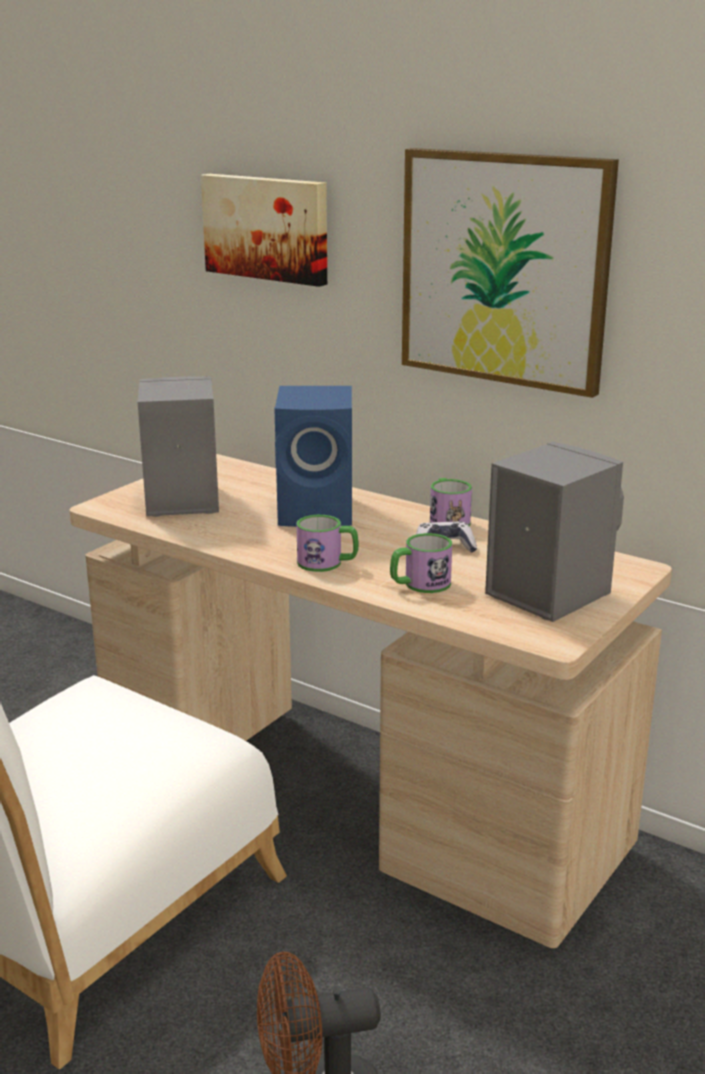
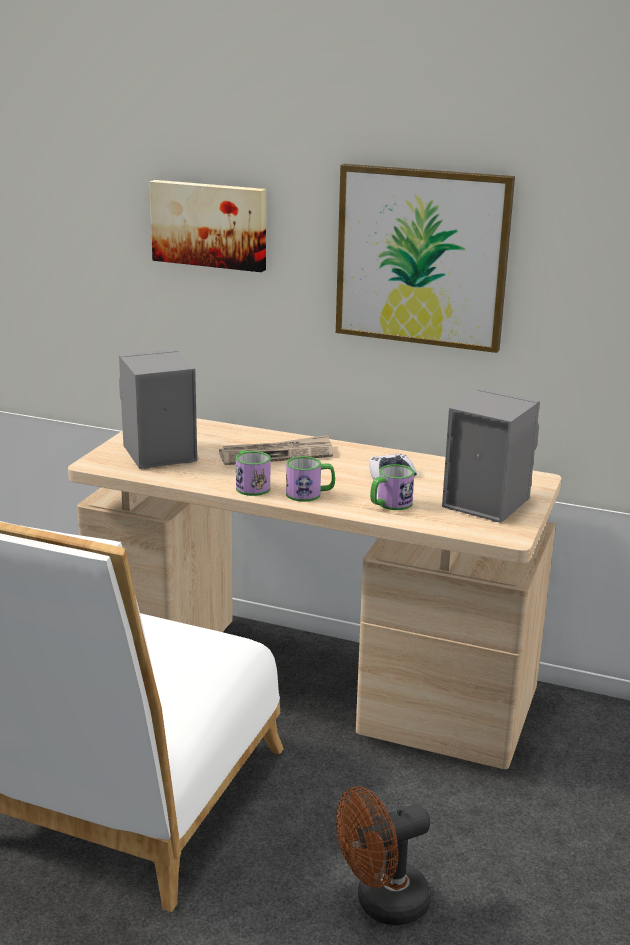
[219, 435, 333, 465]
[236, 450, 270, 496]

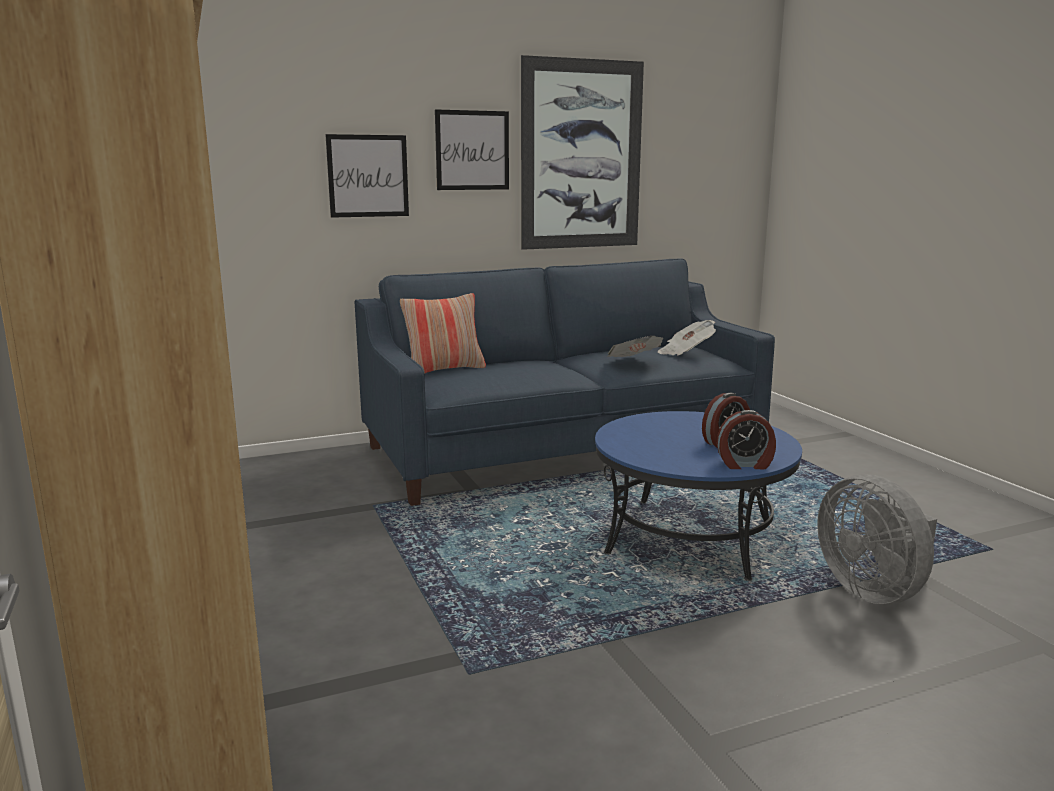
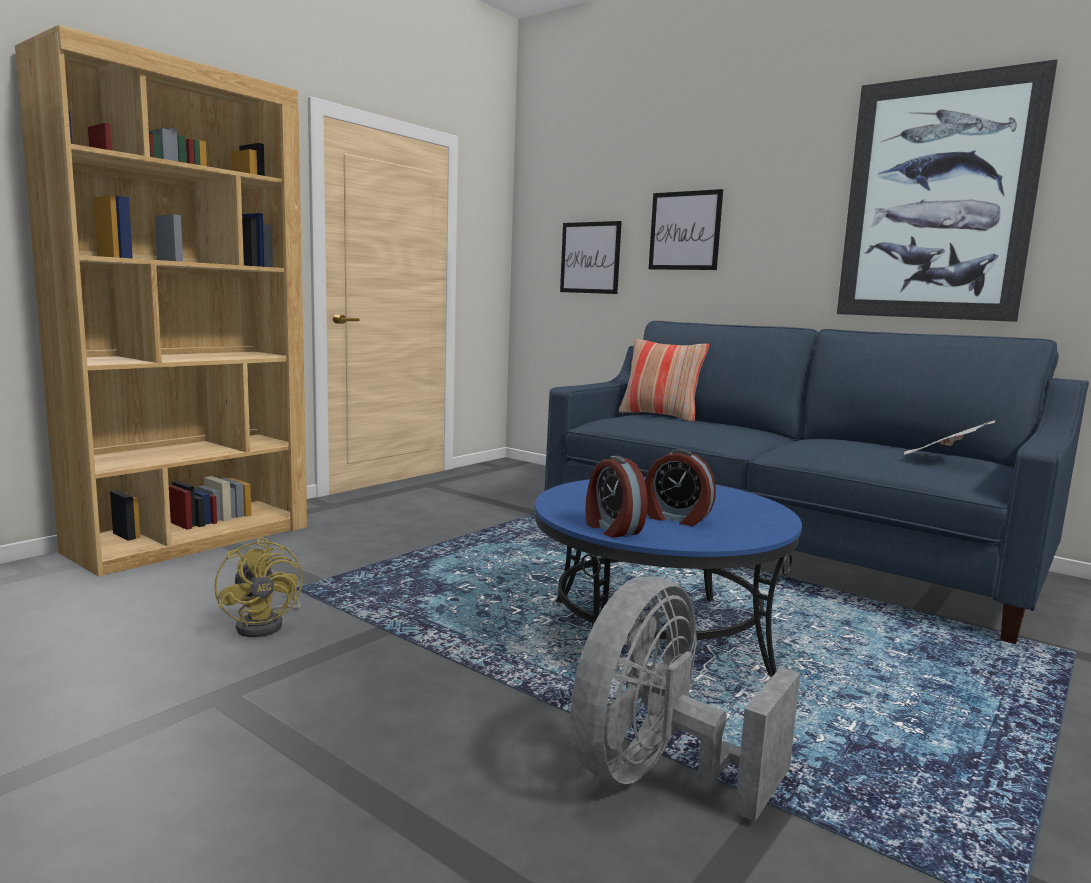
[560, 221, 622, 294]
[608, 336, 664, 357] (first image)
[214, 538, 303, 637]

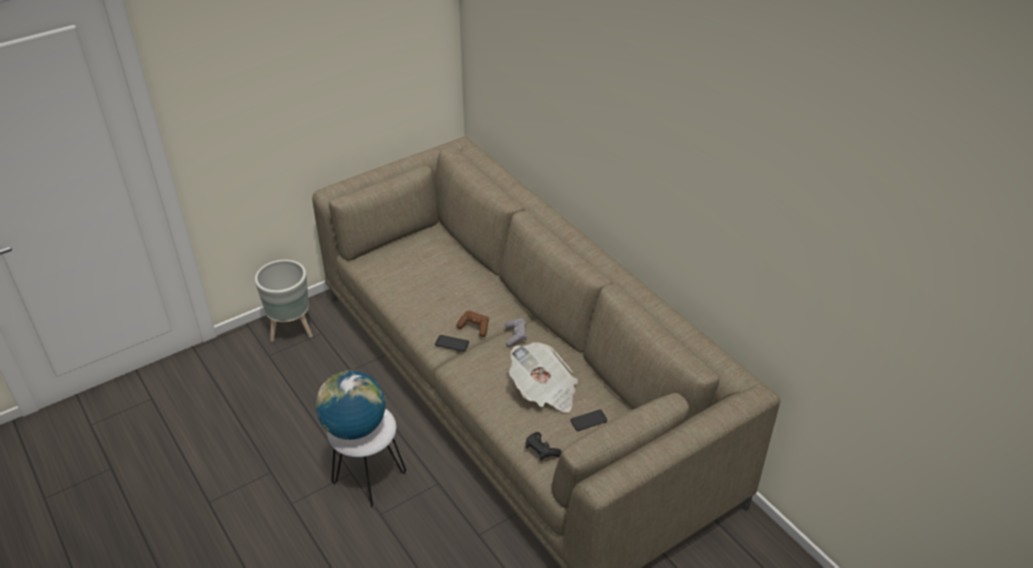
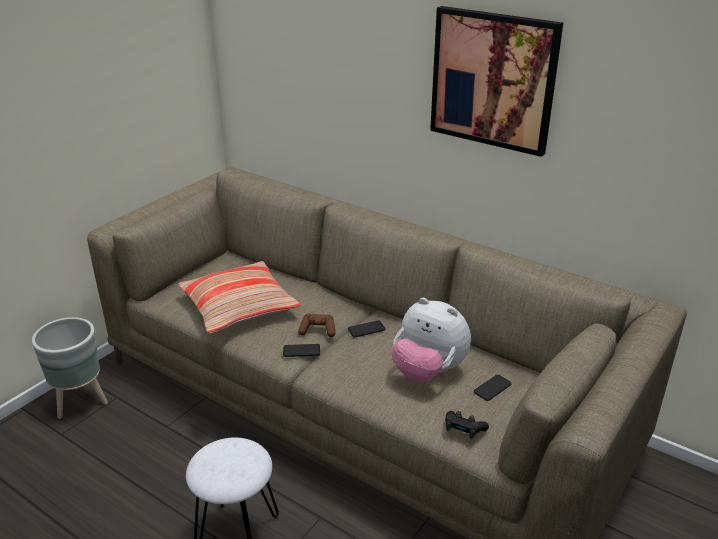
[316, 370, 386, 440] (first image)
[348, 320, 385, 337]
[391, 298, 471, 382]
[178, 261, 301, 334]
[430, 6, 563, 157]

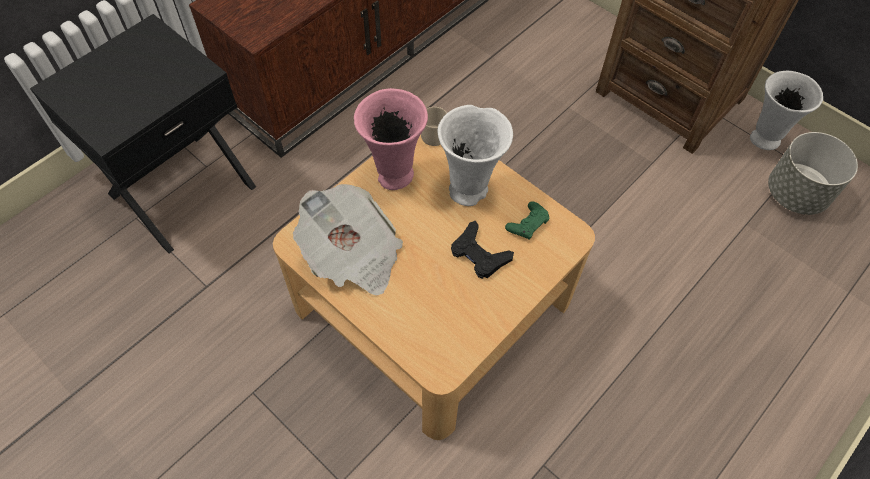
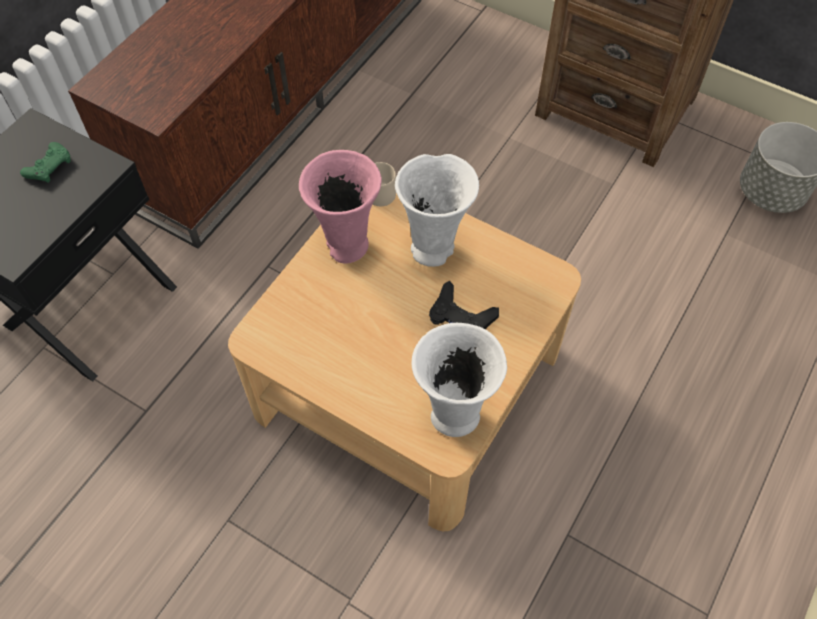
[293, 184, 403, 296] (first image)
[20, 142, 71, 183]
[412, 323, 507, 437]

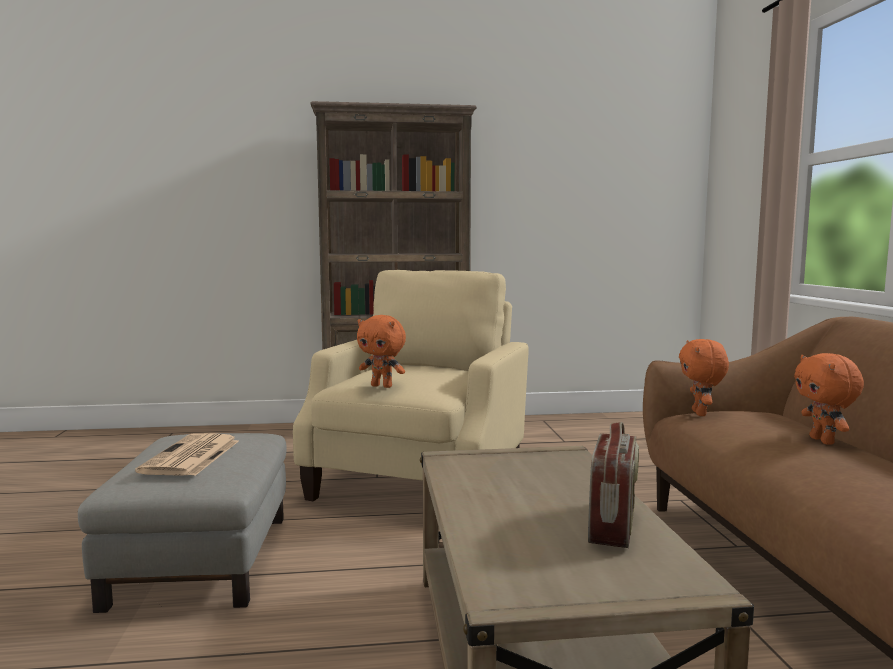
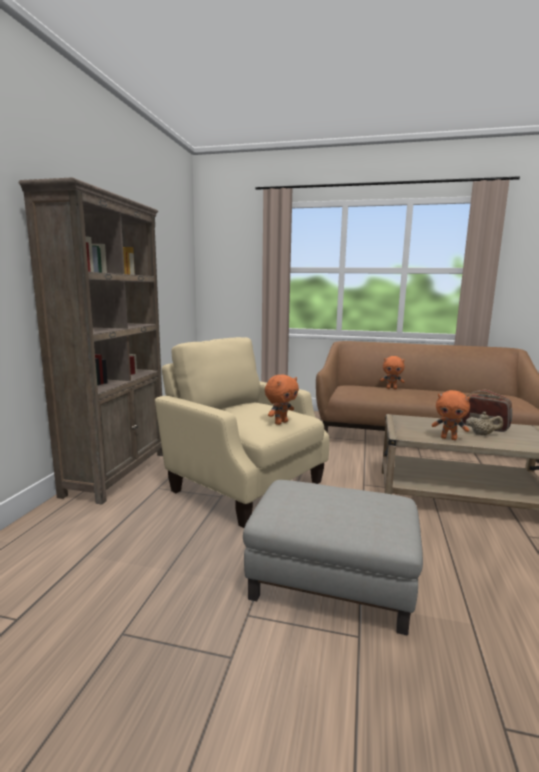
[135, 433, 239, 476] (first image)
[432, 390, 470, 440]
[466, 412, 503, 435]

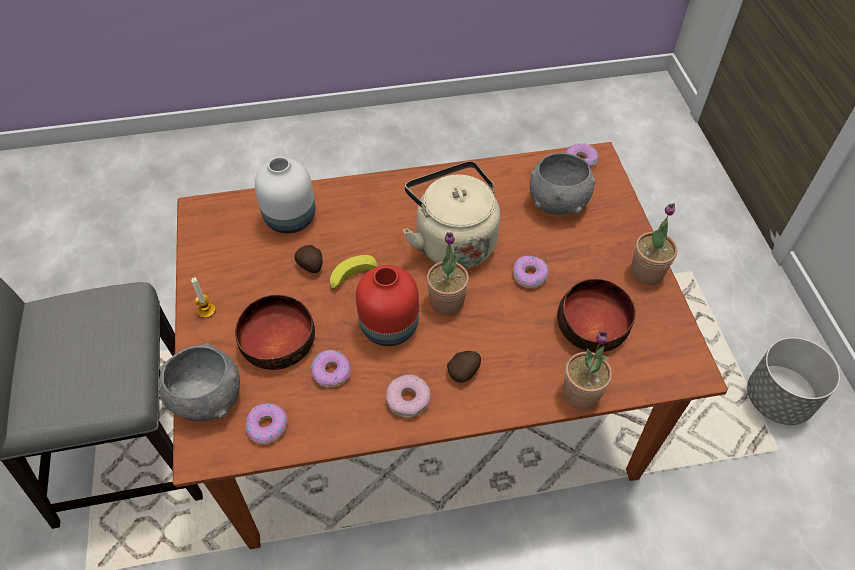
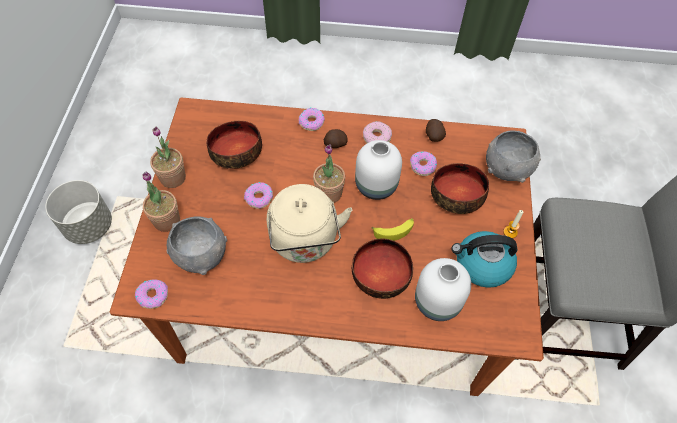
[299, 107, 325, 131]
[426, 119, 446, 142]
[355, 140, 402, 200]
[143, 171, 180, 232]
[352, 239, 413, 299]
[451, 231, 517, 288]

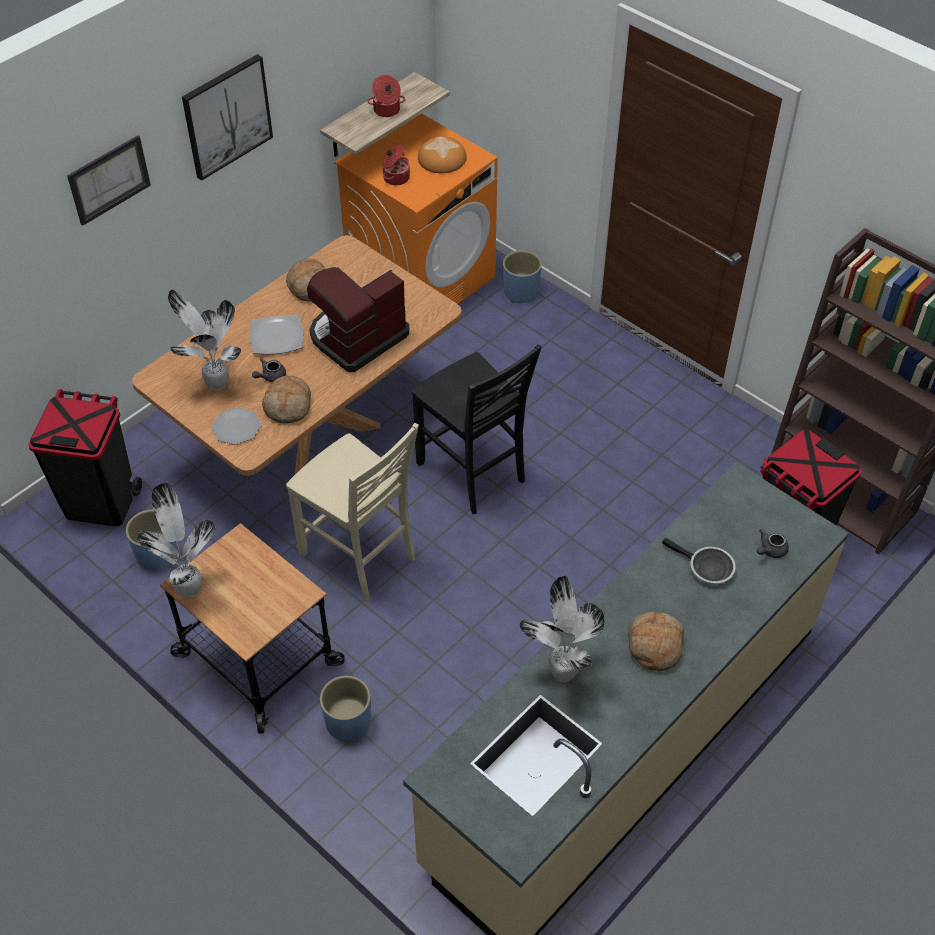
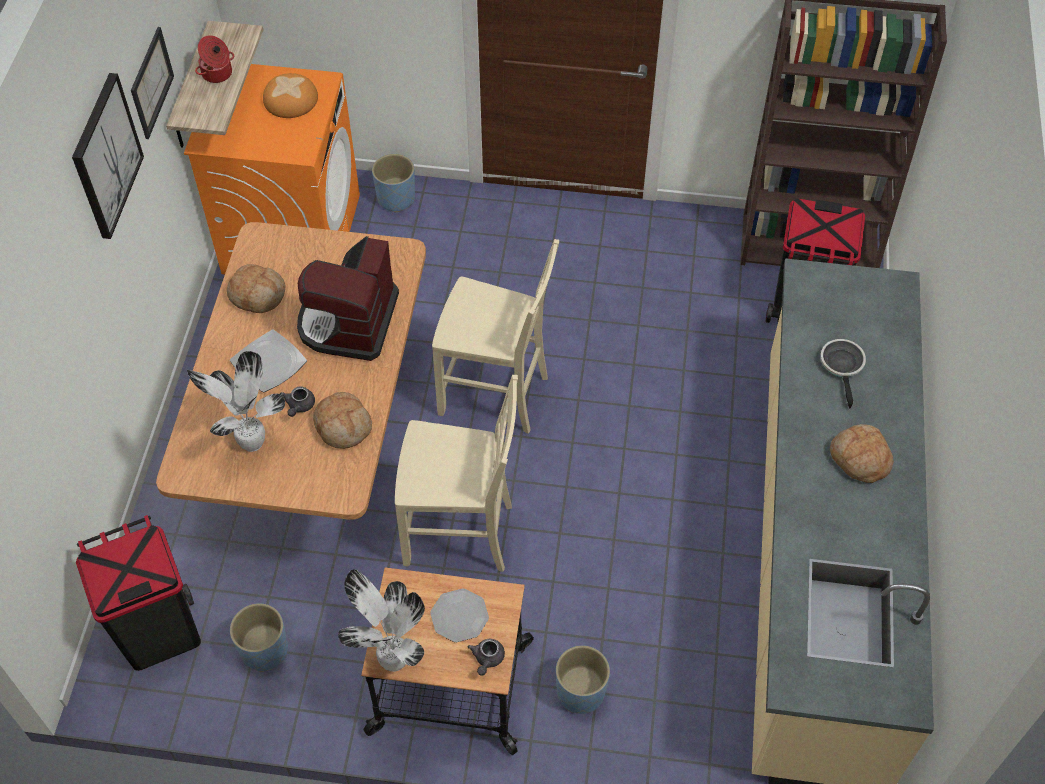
[131, 27, 174, 139]
[430, 588, 489, 642]
[383, 145, 410, 185] (first image)
[432, 239, 559, 434]
[520, 576, 605, 682] (first image)
[820, 339, 866, 408]
[468, 639, 505, 676]

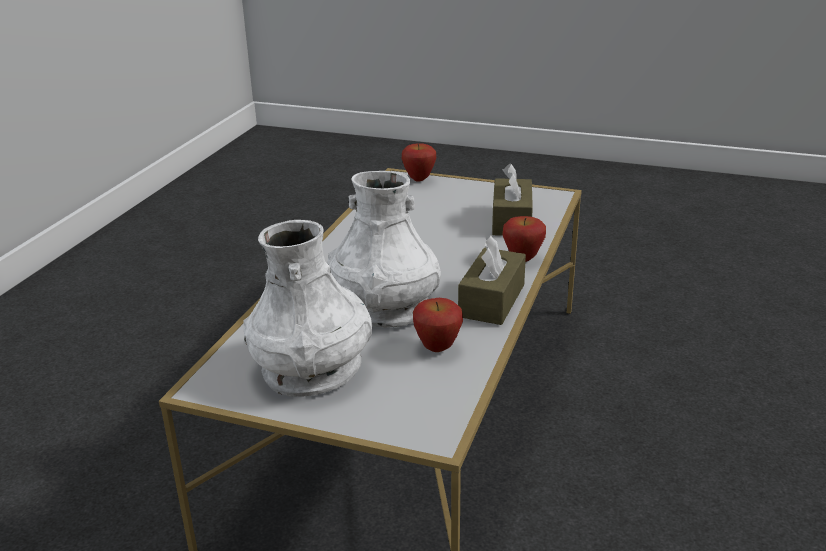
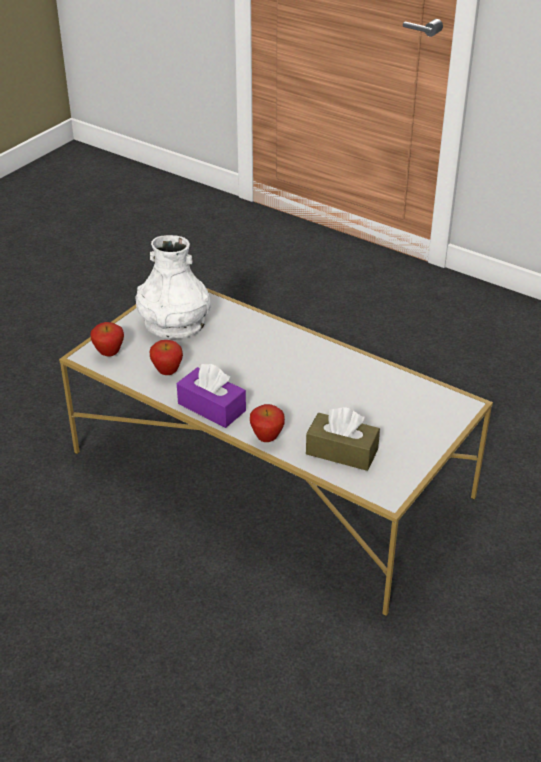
[328, 171, 441, 328] (first image)
[91, 322, 124, 357]
[177, 364, 246, 428]

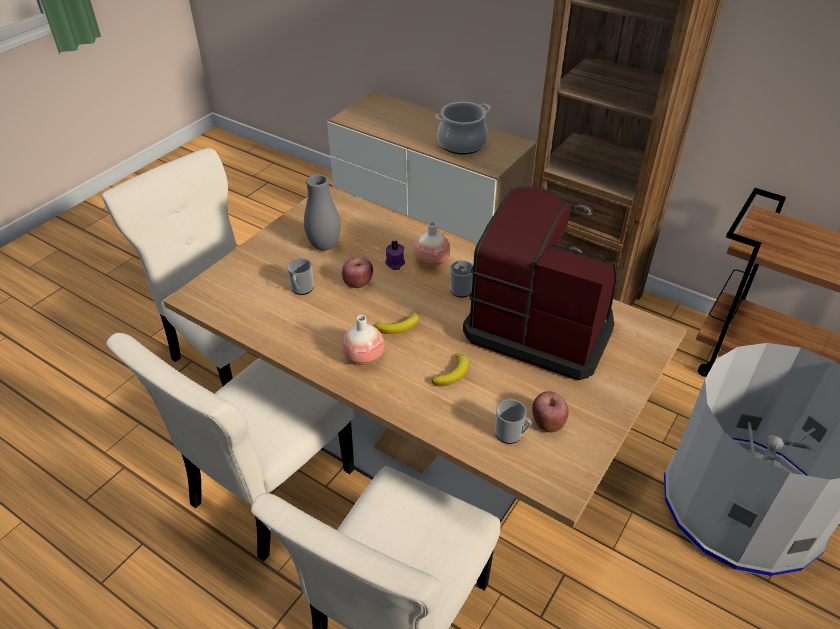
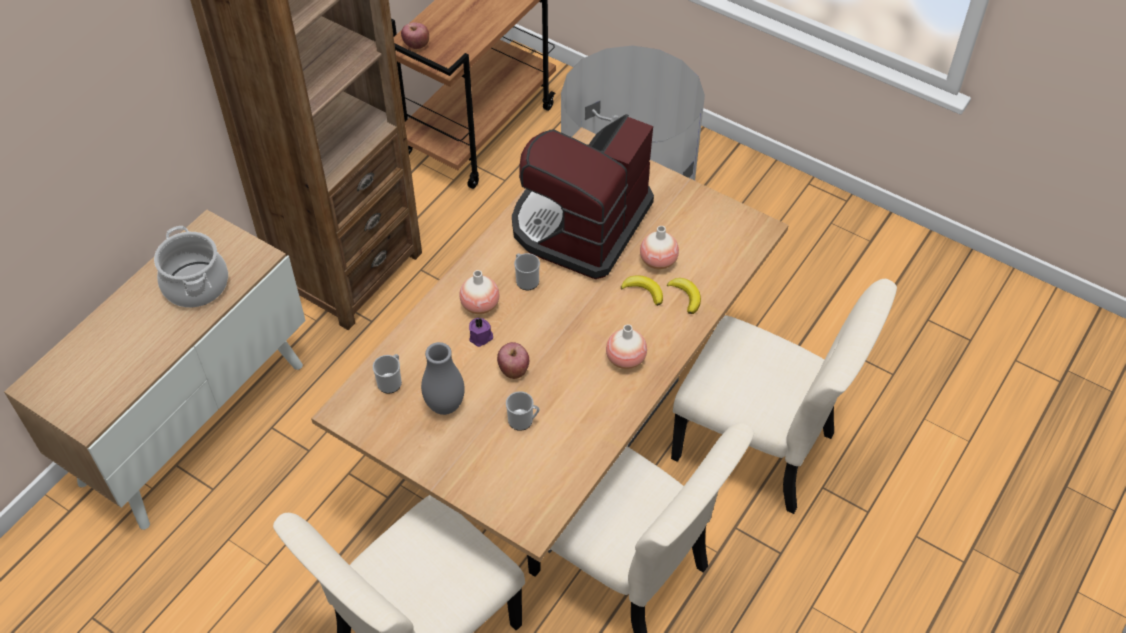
[667, 278, 701, 314]
[373, 354, 402, 394]
[401, 22, 429, 49]
[640, 226, 679, 270]

